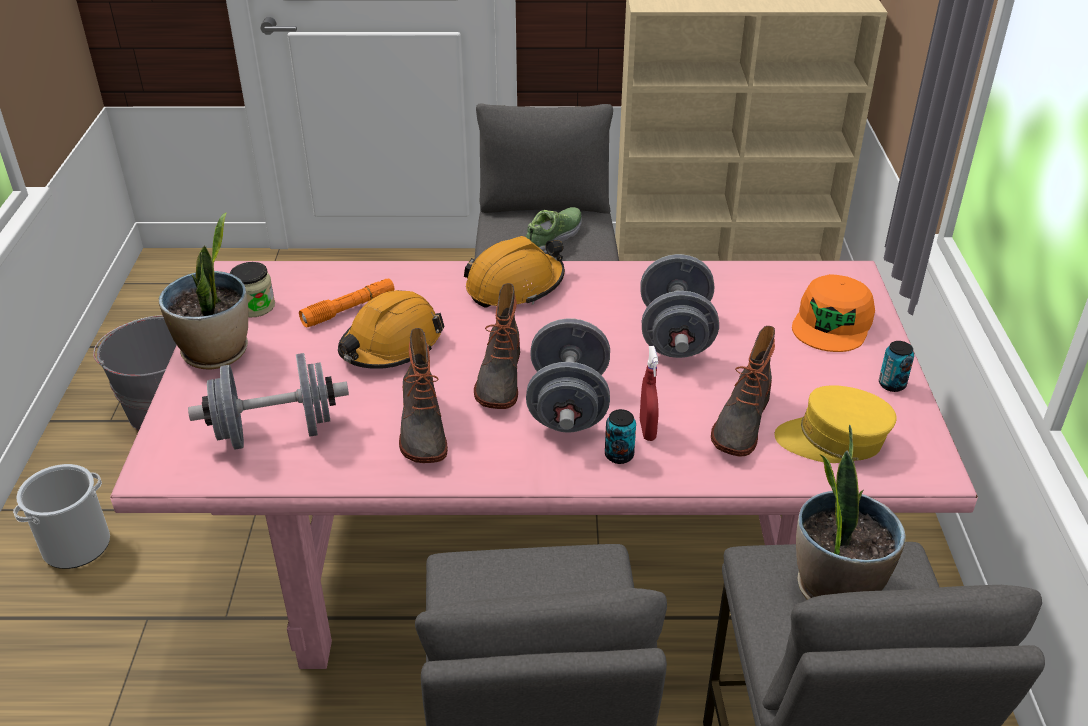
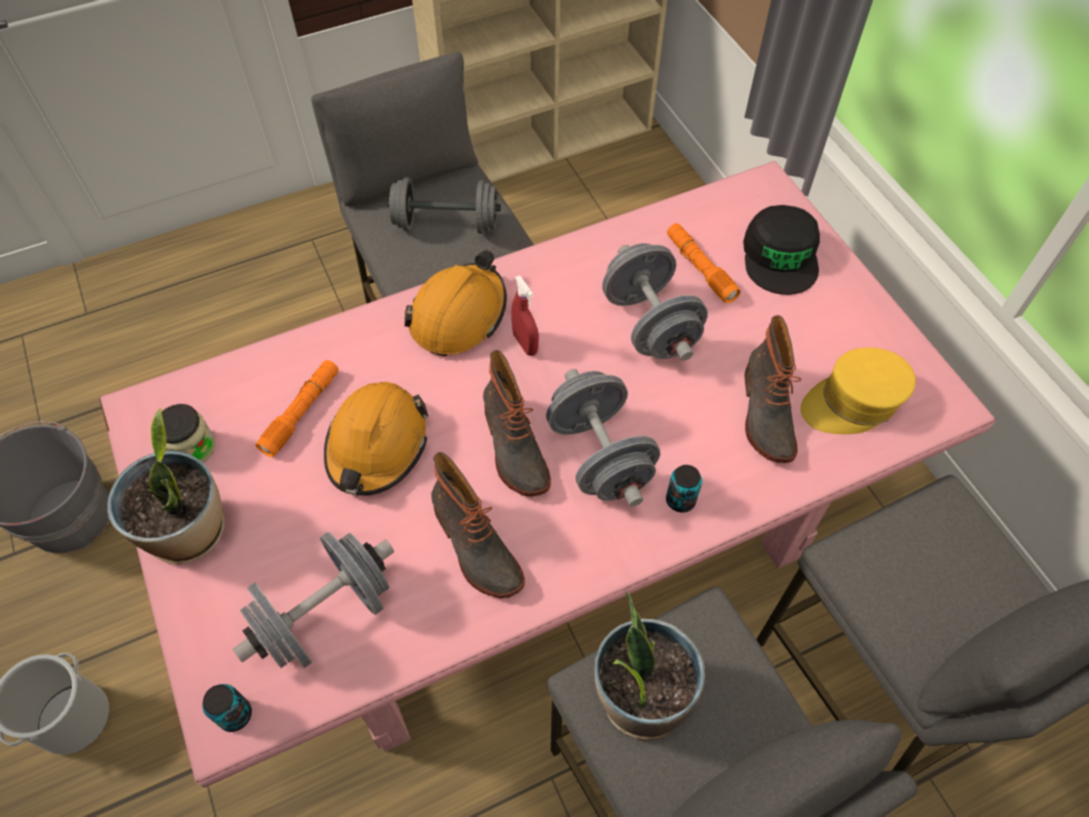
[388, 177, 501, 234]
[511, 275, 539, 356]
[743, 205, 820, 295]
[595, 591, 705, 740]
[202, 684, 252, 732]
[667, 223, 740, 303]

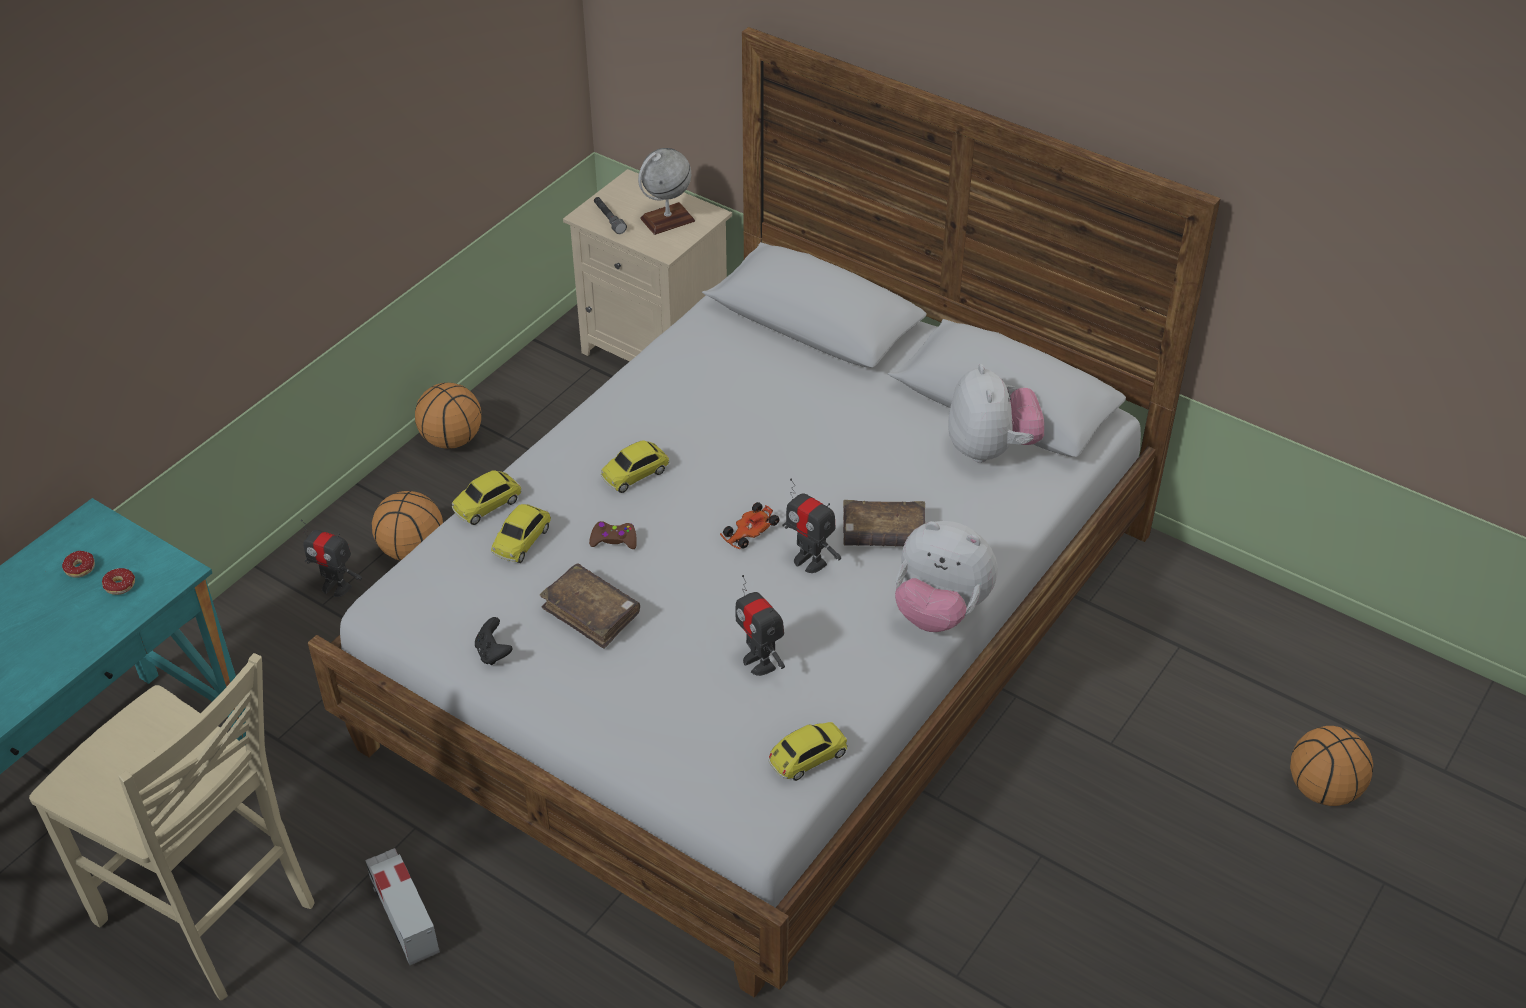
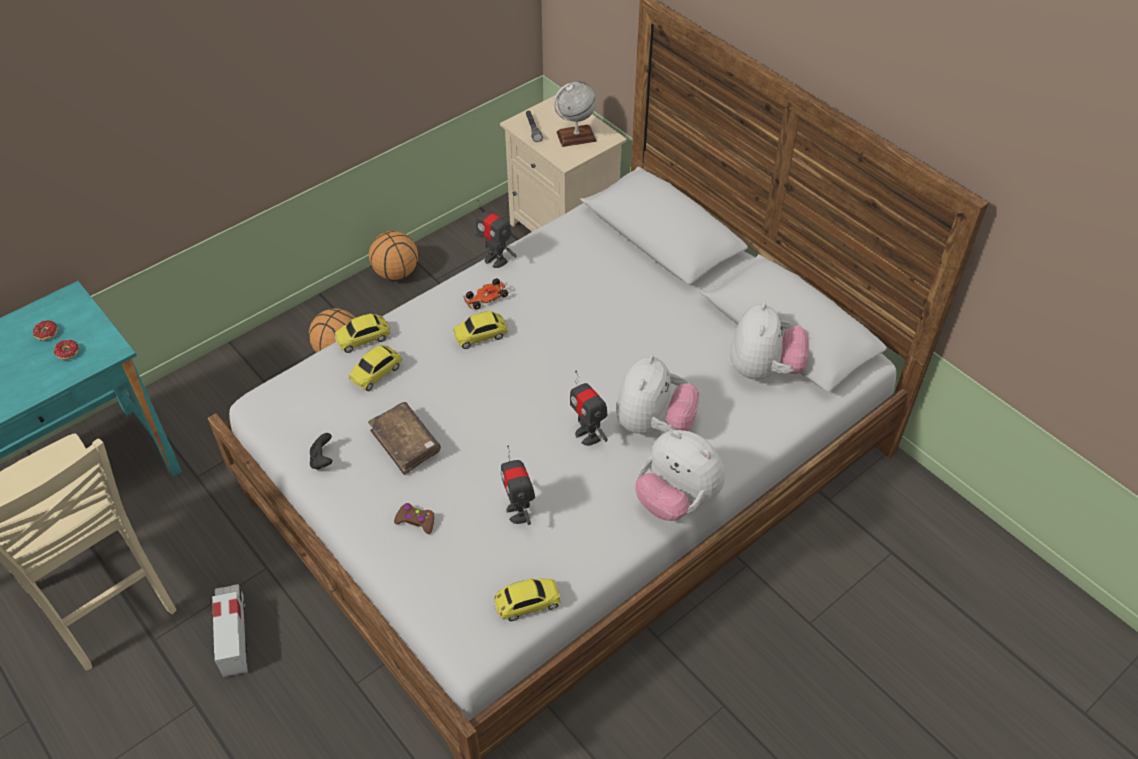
[475, 200, 517, 268]
[394, 503, 434, 534]
[463, 278, 508, 310]
[616, 355, 700, 434]
[1290, 726, 1373, 806] (first image)

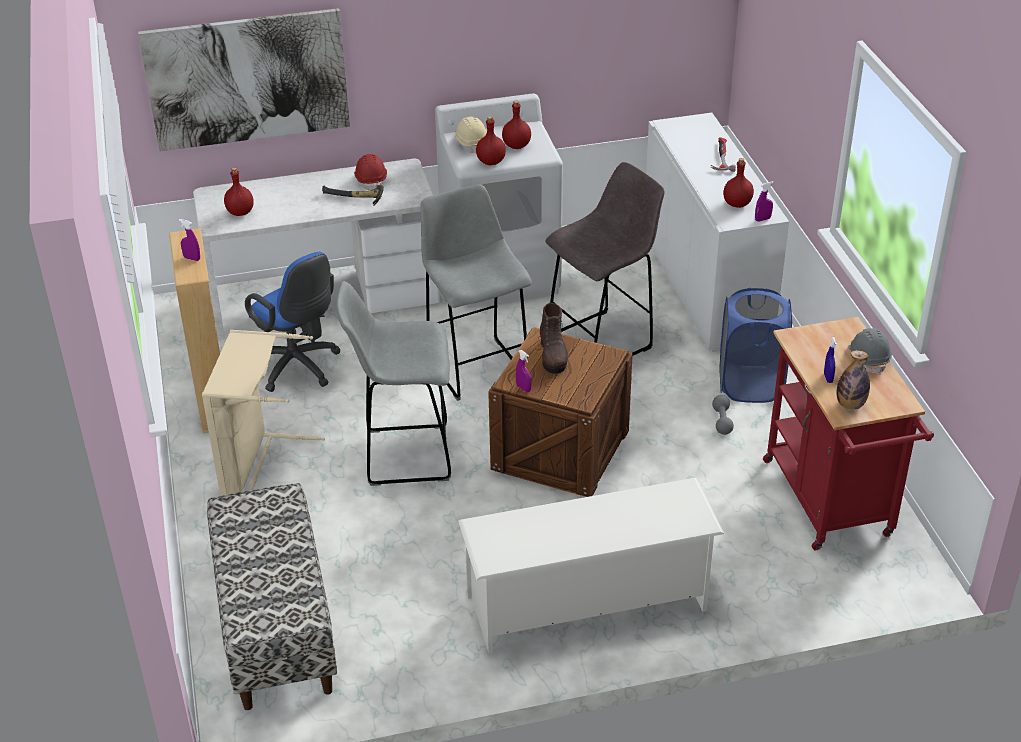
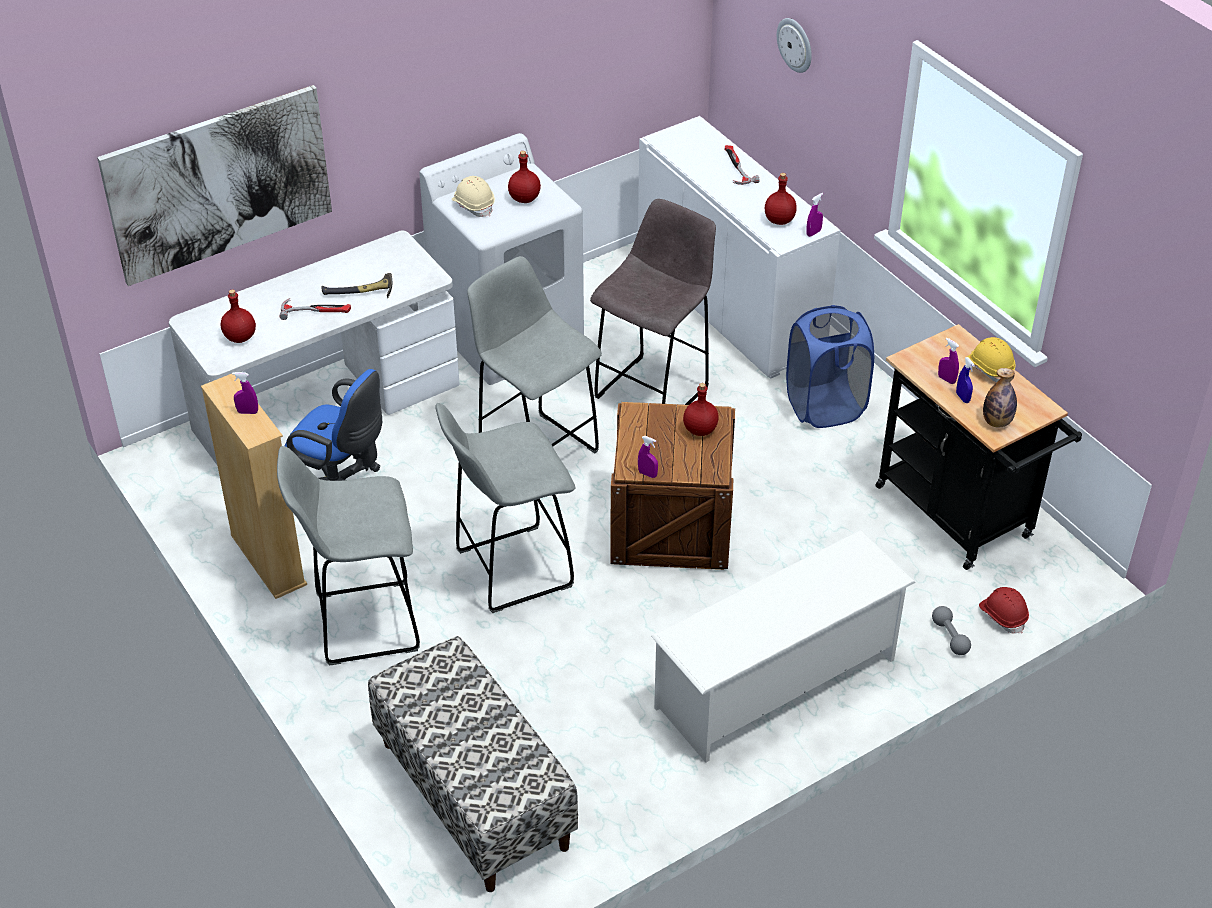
[277, 446, 420, 666]
[979, 587, 1029, 634]
[683, 383, 719, 436]
[539, 303, 568, 374] (first image)
[932, 606, 971, 655]
[876, 324, 1082, 570]
[967, 337, 1015, 382]
[279, 298, 351, 320]
[777, 18, 812, 73]
[938, 338, 959, 384]

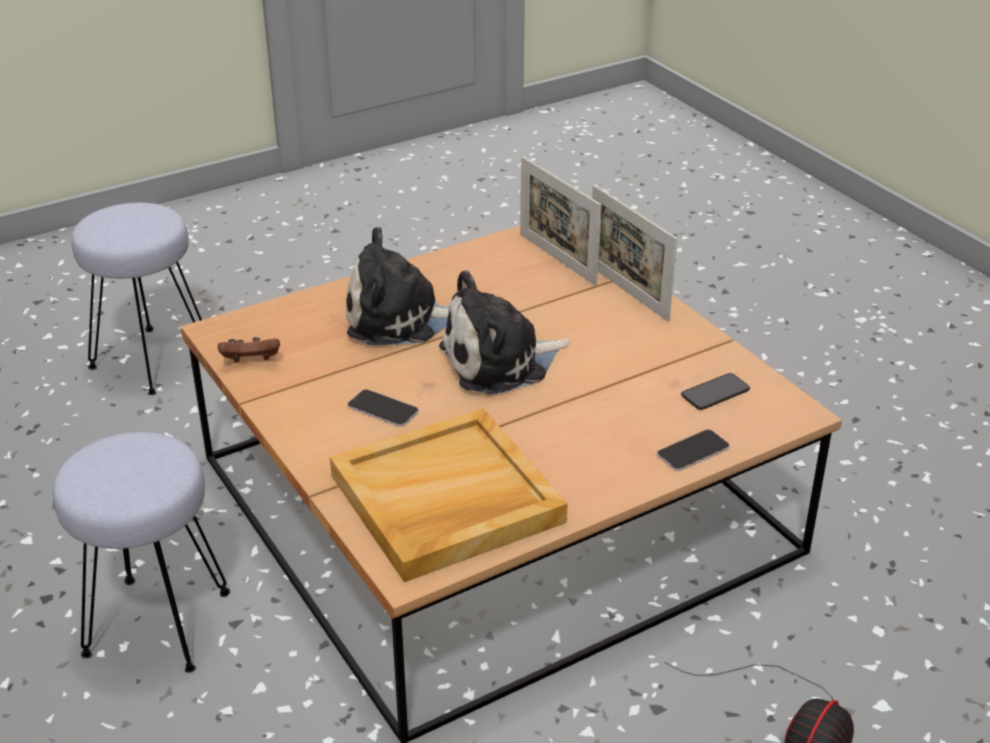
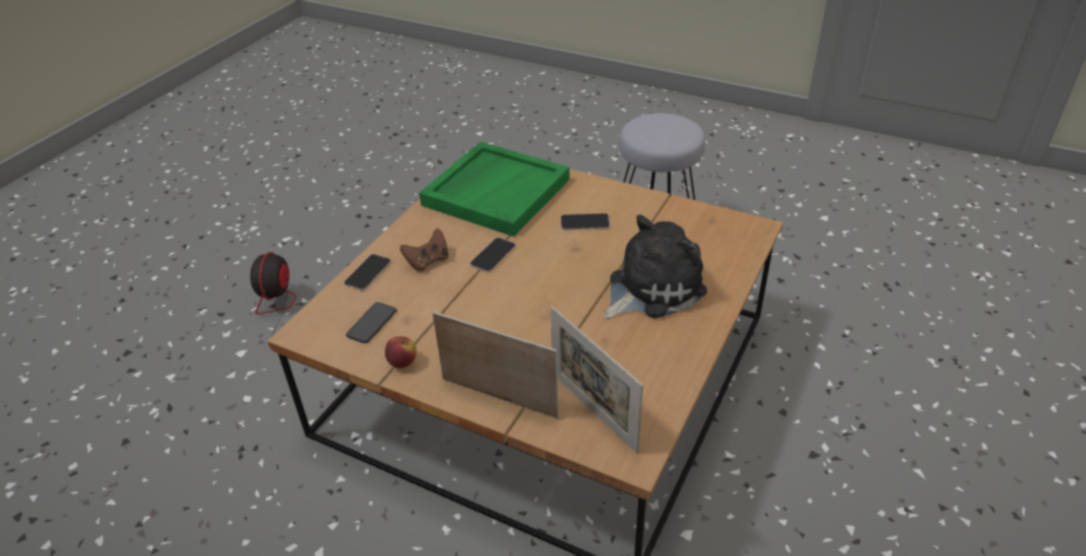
[71, 203, 202, 395] (first image)
[400, 228, 449, 272]
[419, 142, 570, 237]
[439, 270, 570, 394] (first image)
[551, 306, 643, 454]
[385, 336, 417, 368]
[470, 238, 516, 272]

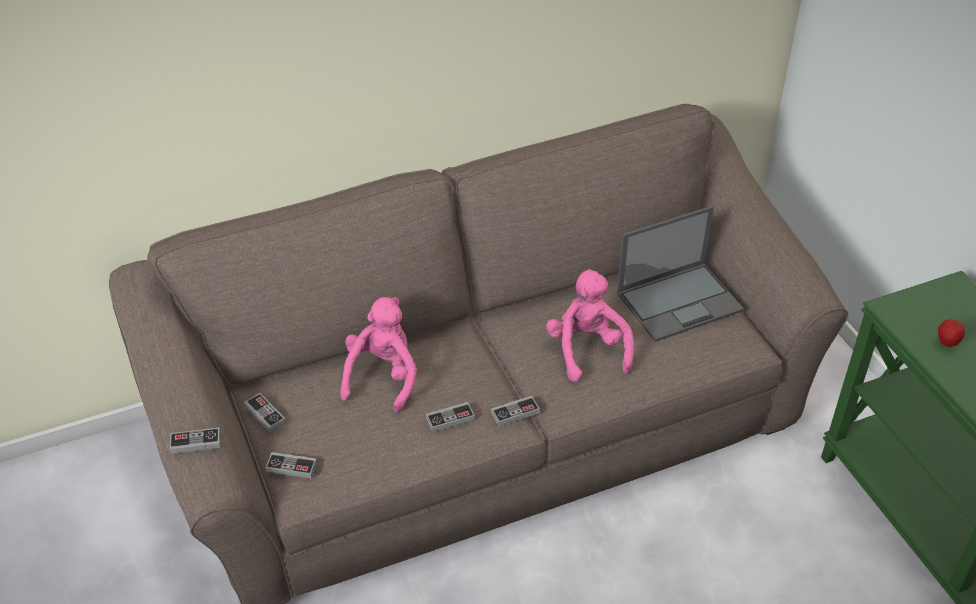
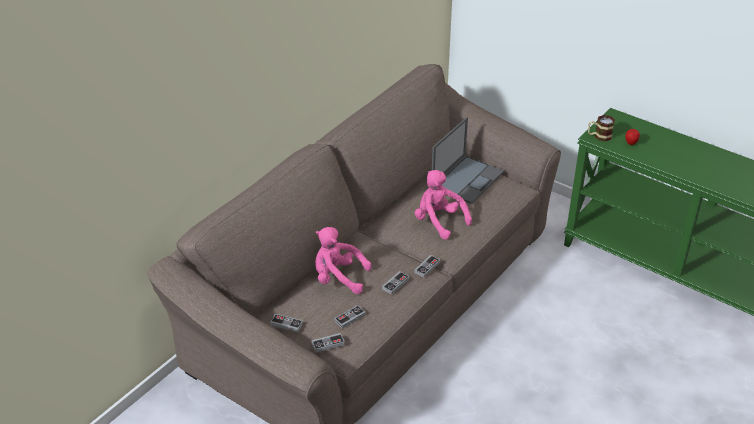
[334, 305, 366, 328]
[315, 227, 372, 294]
[588, 115, 615, 142]

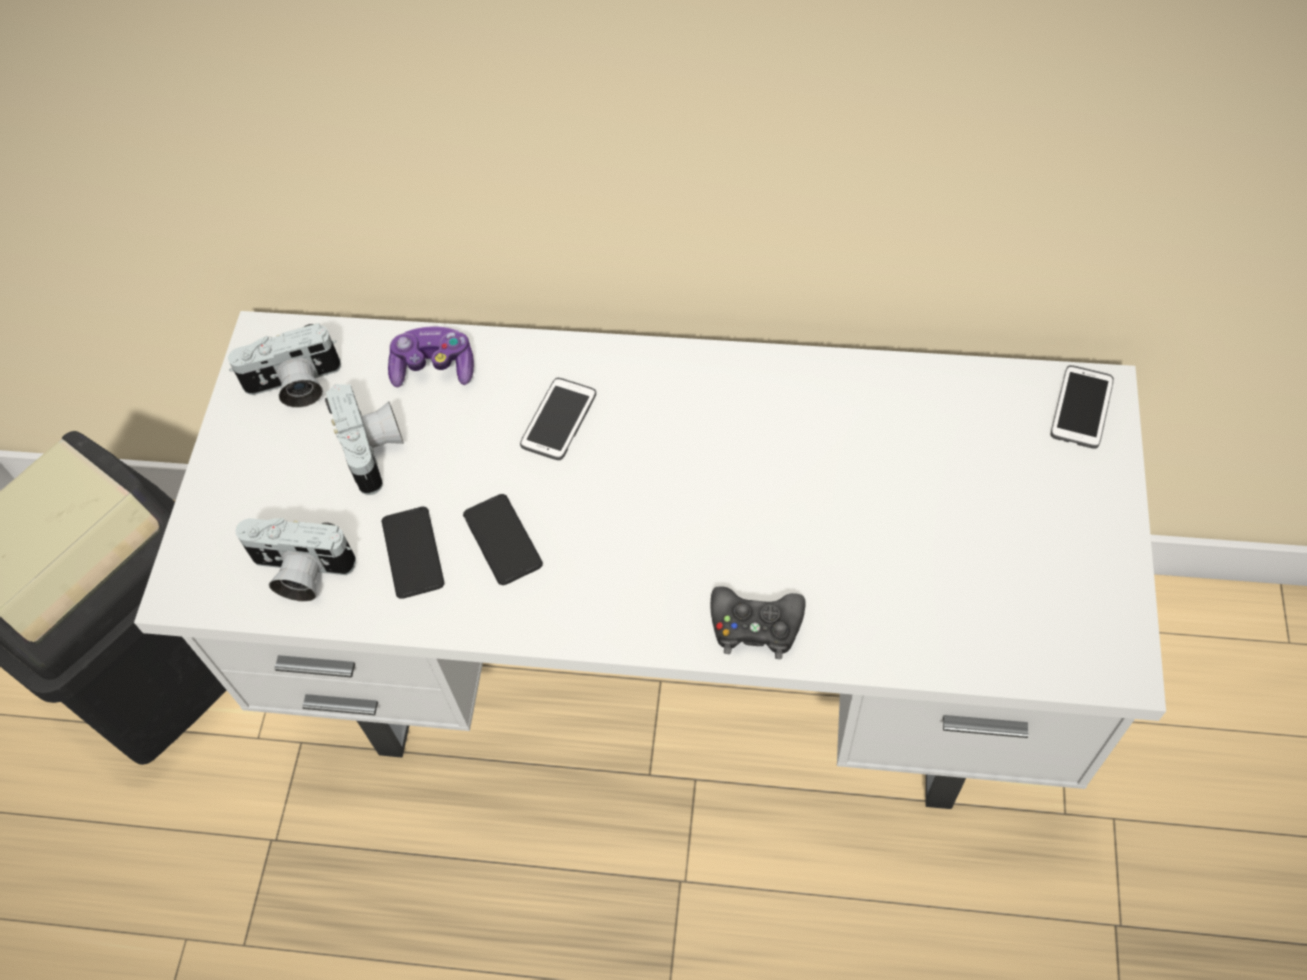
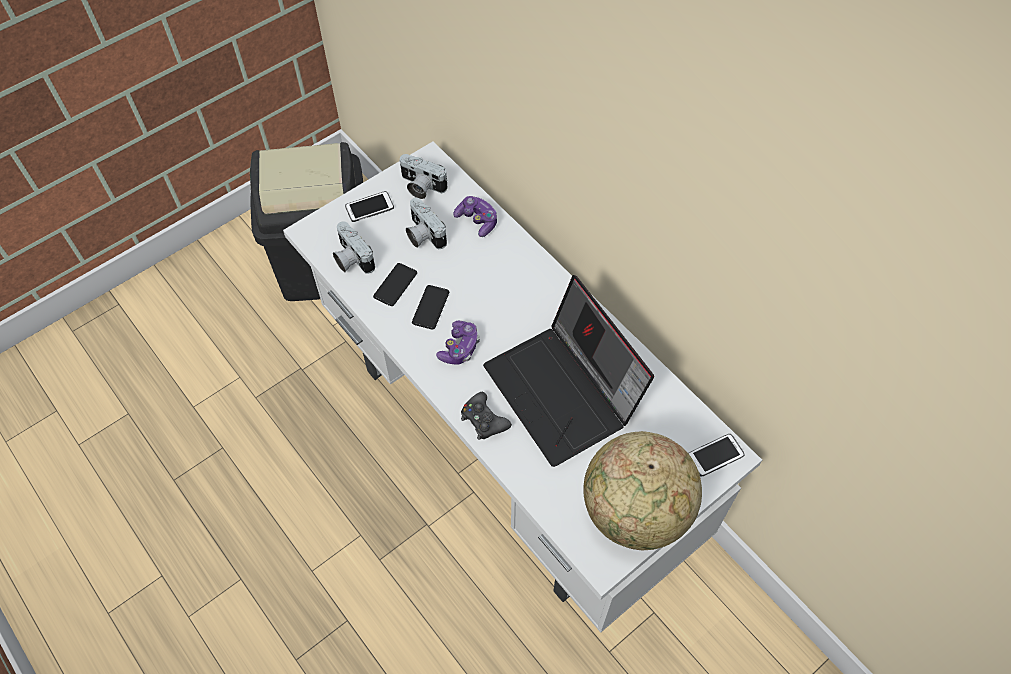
[406, 198, 447, 249]
[345, 191, 394, 222]
[436, 321, 480, 365]
[483, 275, 654, 467]
[583, 431, 702, 550]

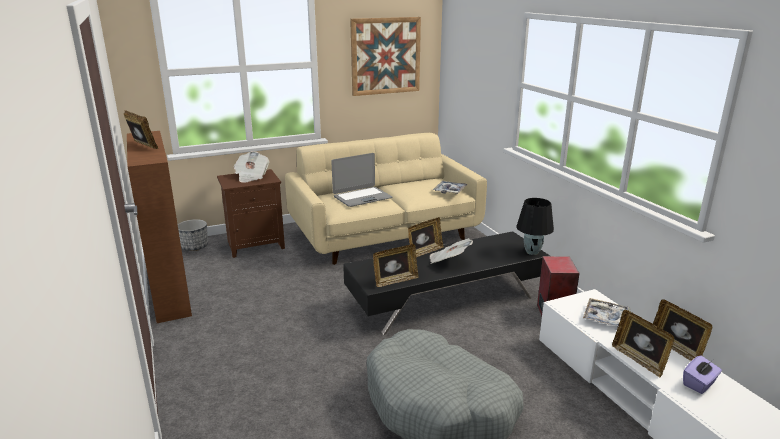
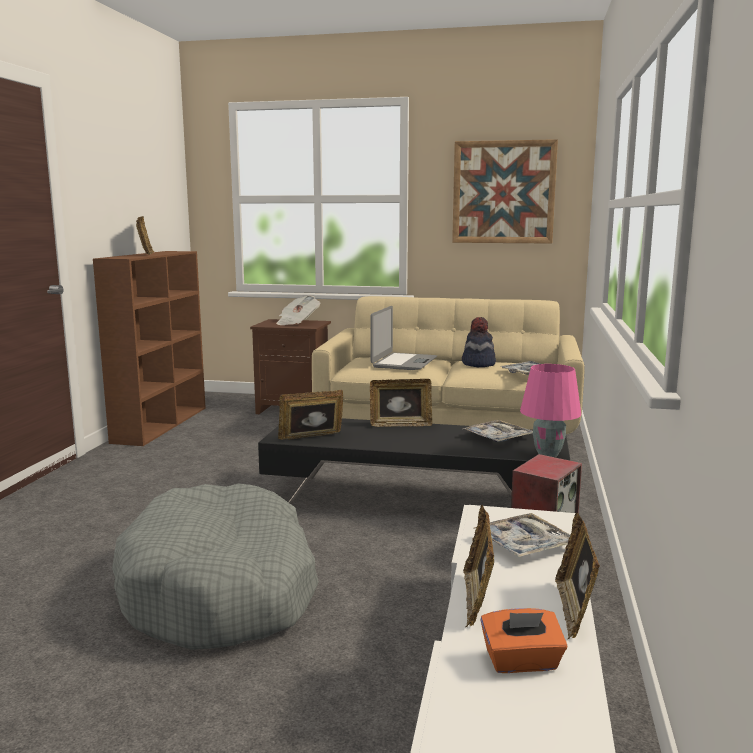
[178, 219, 208, 251] (first image)
[370, 306, 437, 370]
[278, 390, 343, 440]
[430, 238, 473, 264] (first image)
[520, 364, 581, 457]
[480, 608, 567, 673]
[462, 317, 496, 367]
[463, 420, 533, 442]

